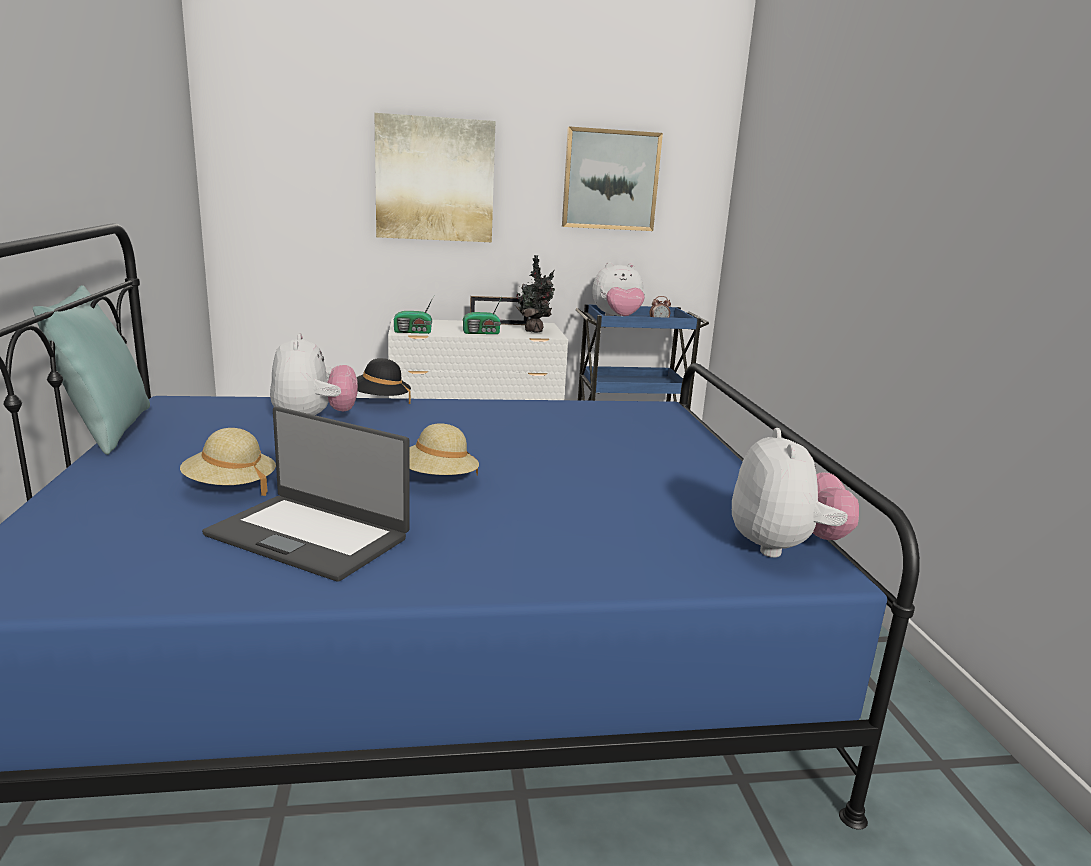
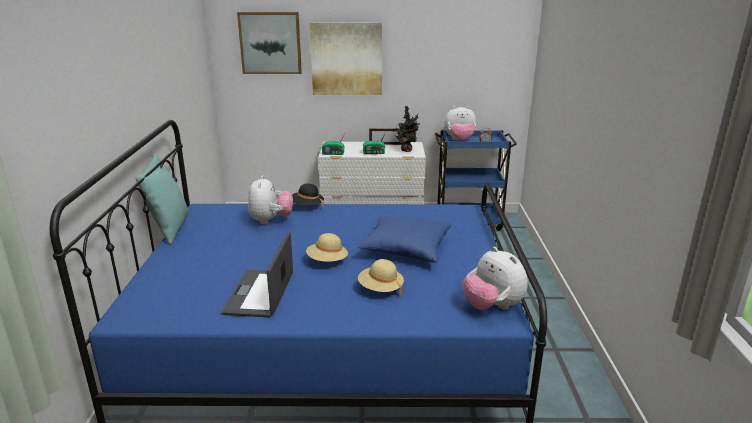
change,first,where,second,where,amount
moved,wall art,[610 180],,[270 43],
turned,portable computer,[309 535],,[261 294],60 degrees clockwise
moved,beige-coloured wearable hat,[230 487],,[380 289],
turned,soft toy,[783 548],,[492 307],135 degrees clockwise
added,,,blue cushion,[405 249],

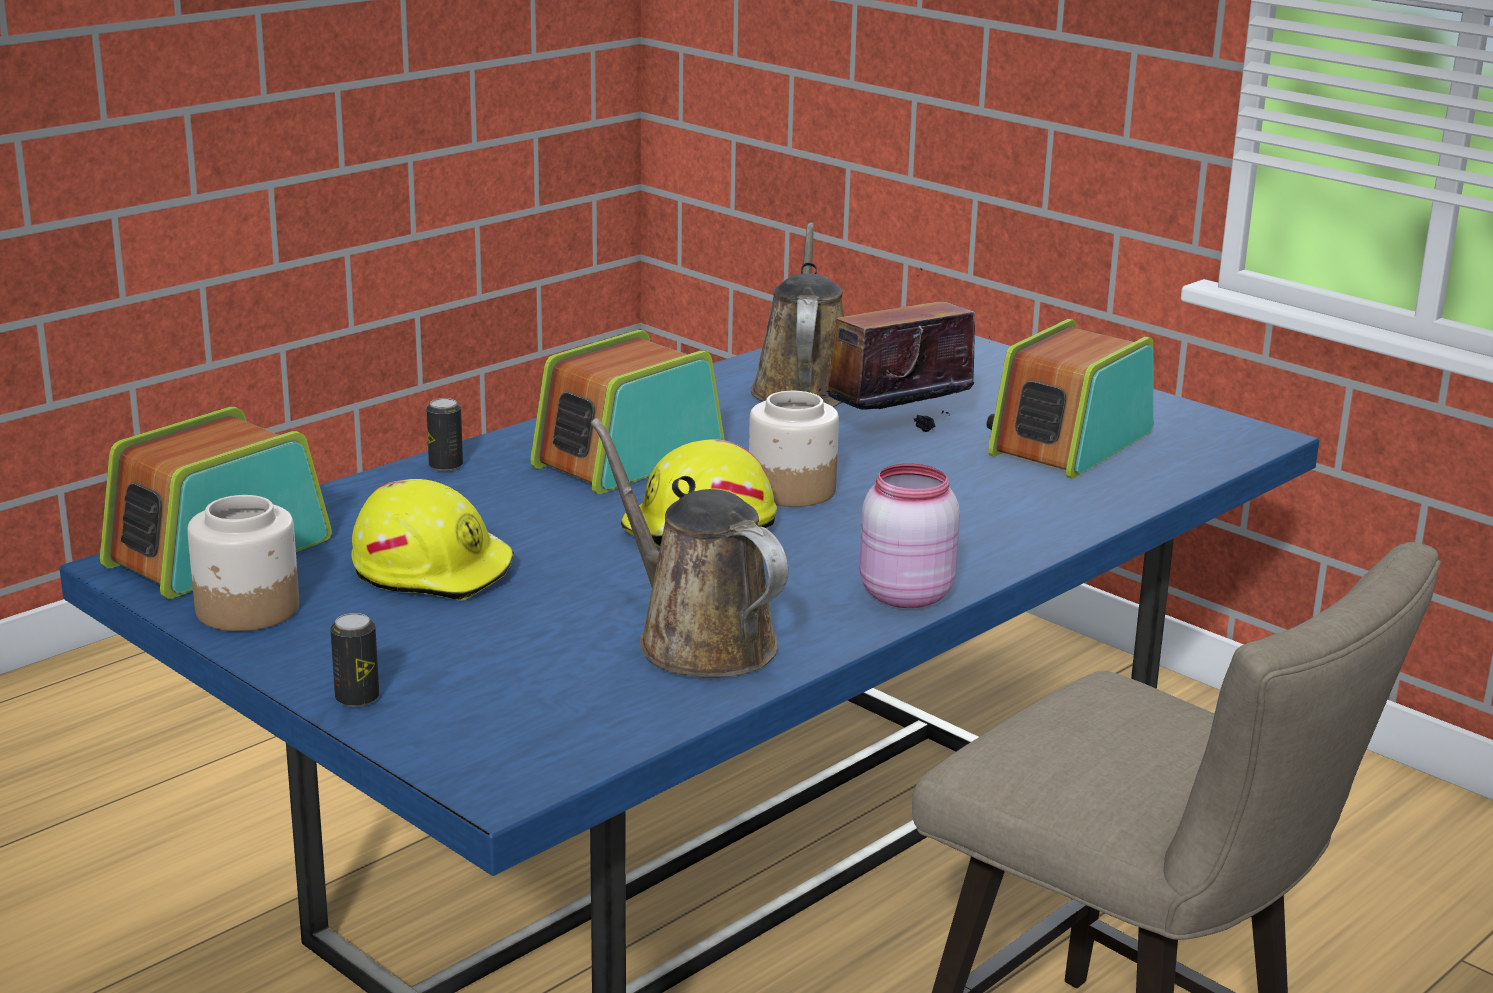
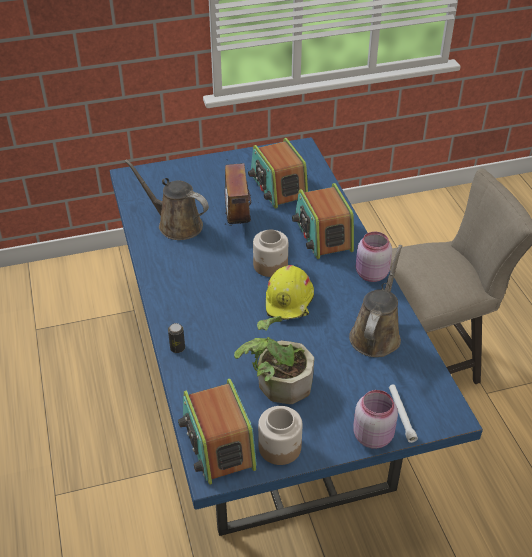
change,first,where,second,where,amount
moved,radio,[627 458],,[322 235],
turned,brownish sprinkling can,[697 640],,[376 334],120 degrees clockwise
replaced,yellow-coloured safety helmet,[433 569],potted plant,[277 382],
replaced,can,[357 698],pinkish preserve jar,[373 435],
added,,,white hand torch,[401 415],

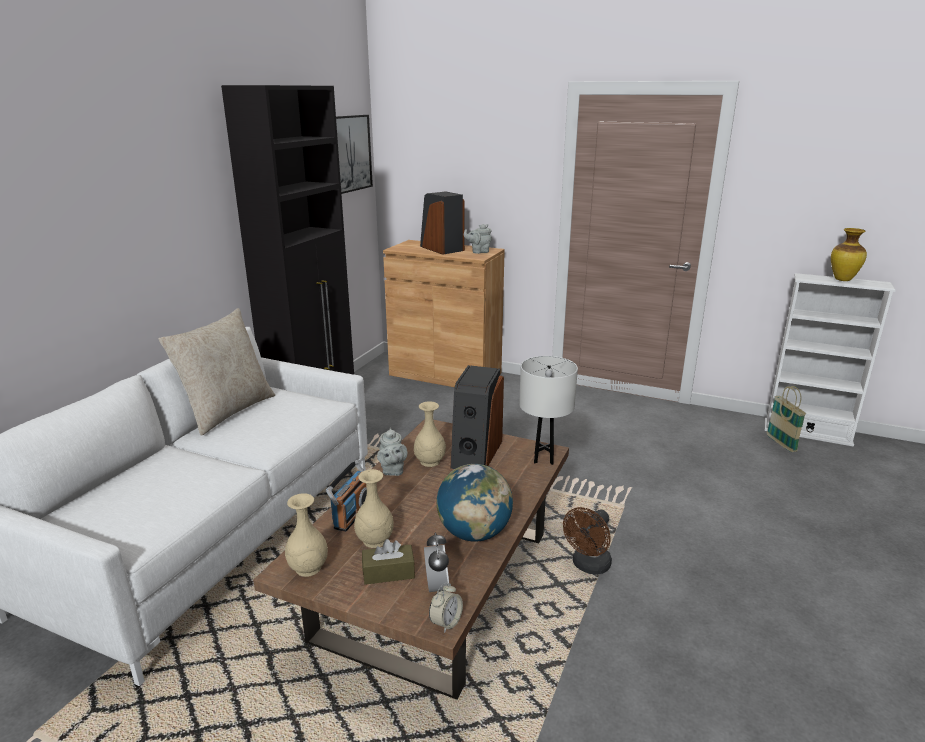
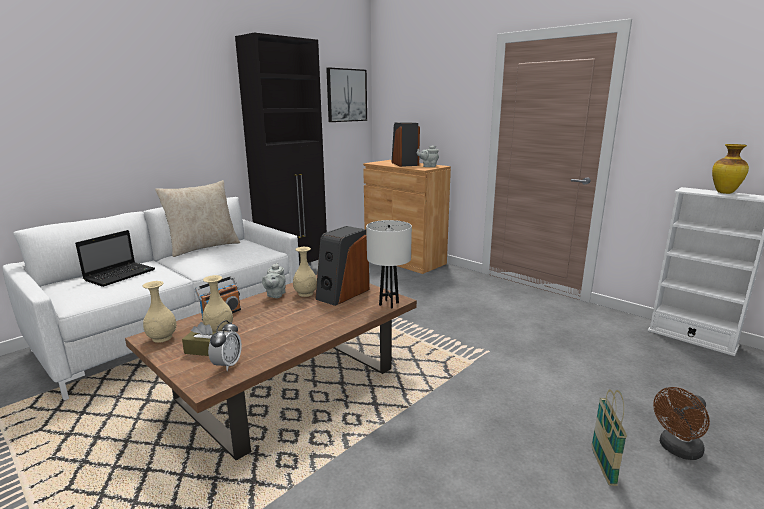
change,first,where,second,where,amount
moved,storage basket,[781 443],,[603 466],
removed,globe,[474 533],,,
moved,brownish electric fan,[588 566],,[677 450],
removed,table clock,[446 622],,,
added,,,portable computer,[121 274],

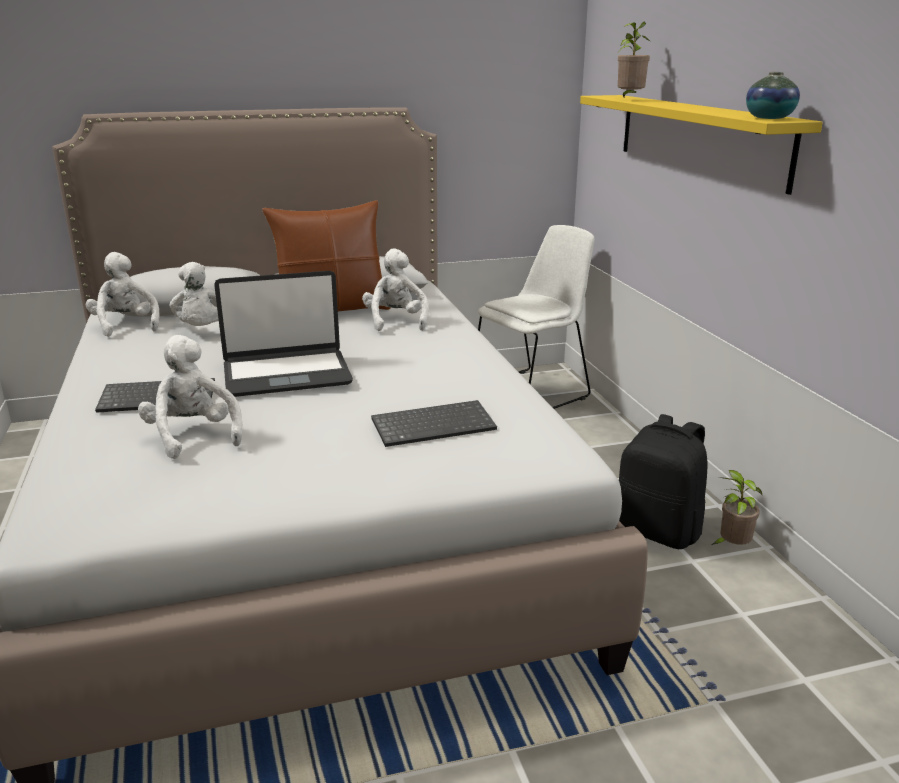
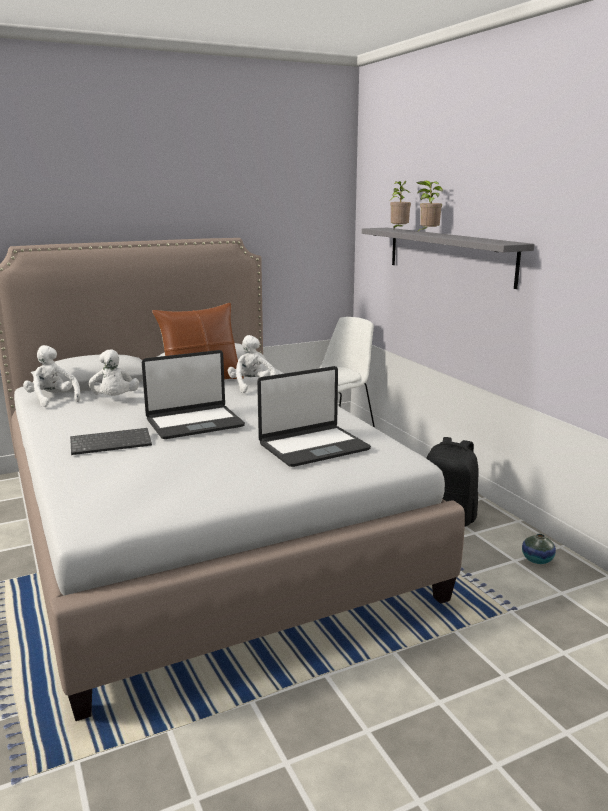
change,first,where,second,where,amount
moved,decorative vase,[769 118],,[537 560],
recoloured,yellow-coloured wall shelf,[698 137],gray wall shelf,[448 255],
removed,white soft toy,[193 436],,,
replaced,computer keyboard,[434 425],portable computer,[313 447],
moved,potted plant,[731 546],,[427 233],

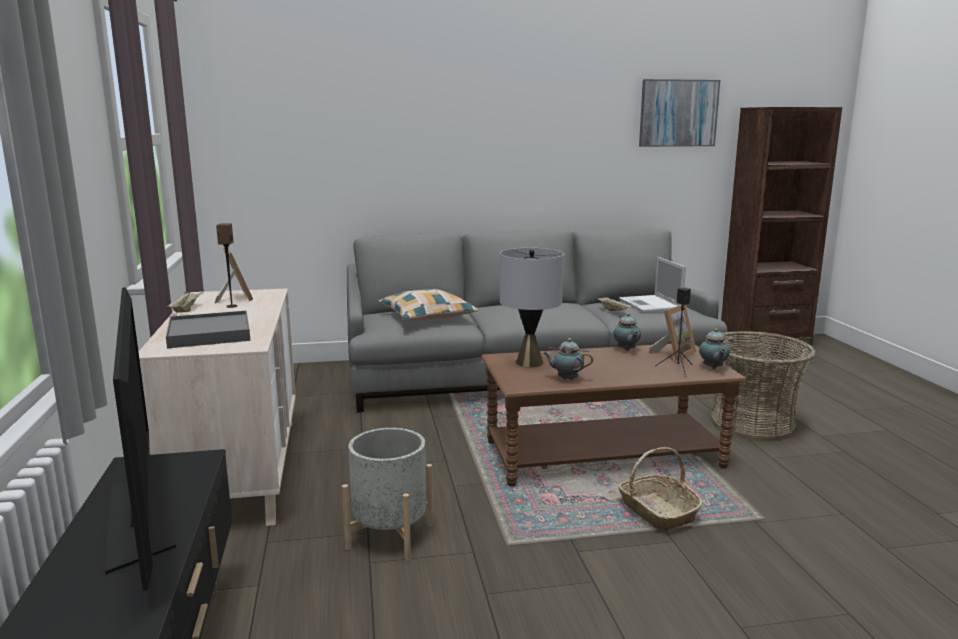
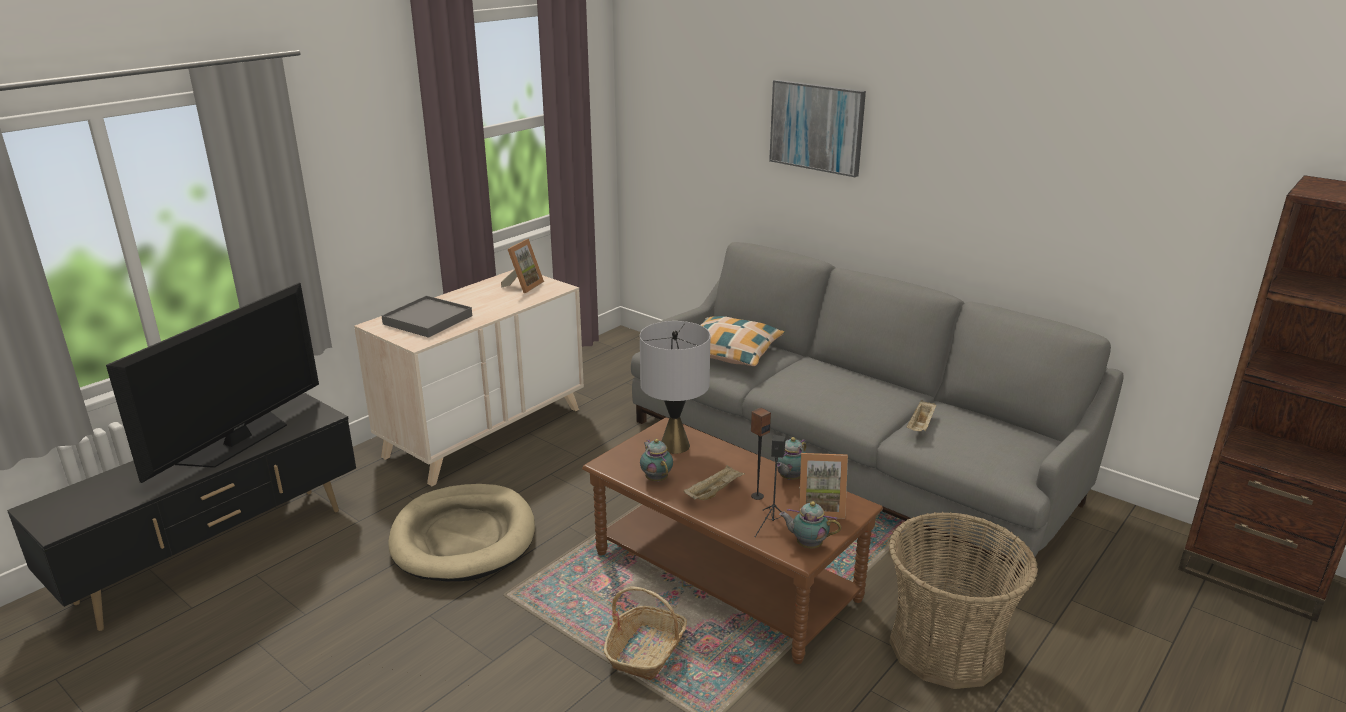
change,first,where,second,where,amount
moved,wall art,[678 113],,[817 127],
moved,speaker,[231 306],,[757 496],
removed,portable computer,[651 304],,,
moved,beige-coloured carrying tray,[186 310],,[714 492],
turned,teapot,[713 368],,[807 545],60 degrees clockwise
replaced,gray planter,[390 536],beige-coloured pet bed,[464 537],

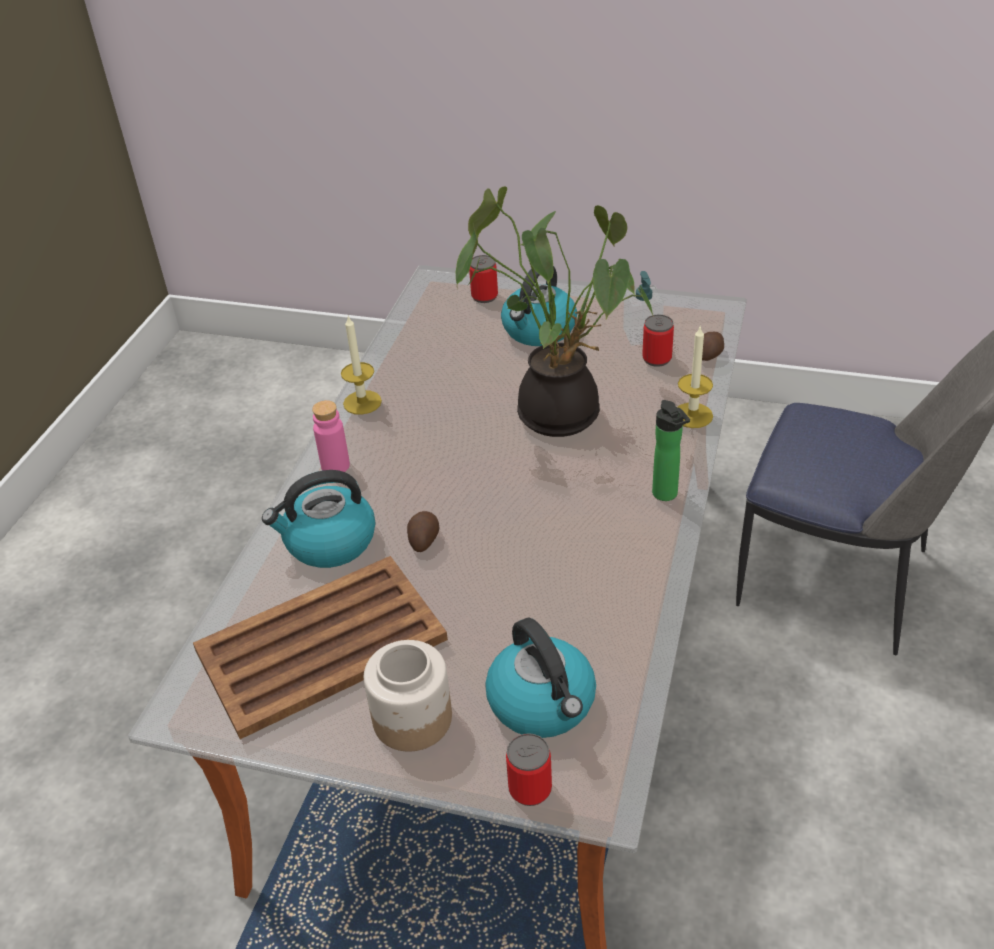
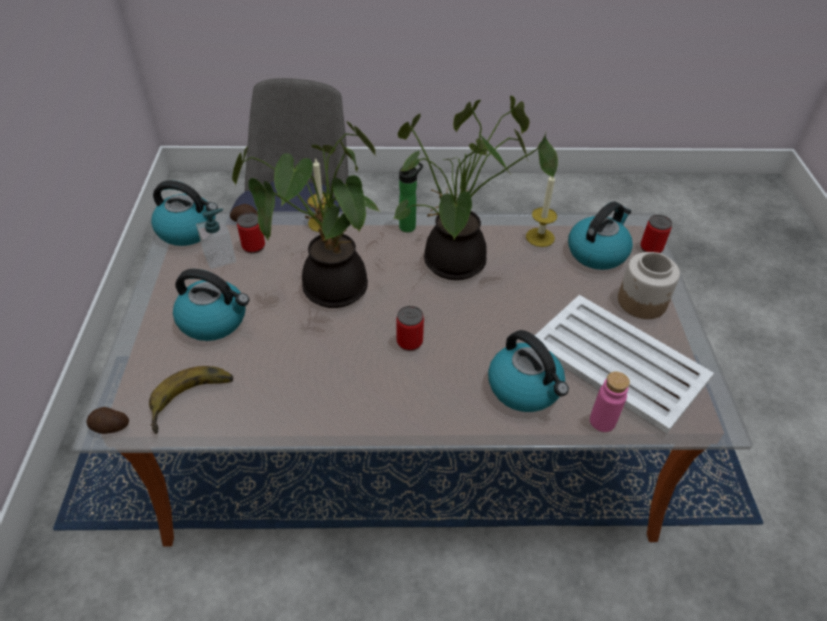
change,first,where,second,where,amount
moved,can,[484 296],,[409 342],
moved,wax candle,[362 402],,[540 237],
moved,pinkish beverage bottle,[335 466],,[602 421],
moved,whole potato,[423 540],,[110 427],
recoloured,brownish carrying tray,[318 646],white carrying tray,[619 362],
added,,,potted plant,[456 266],
added,,,kettle,[188 230],
added,,,banana,[194 402],

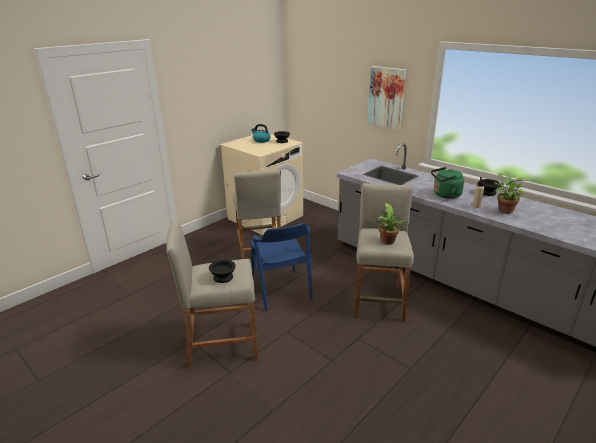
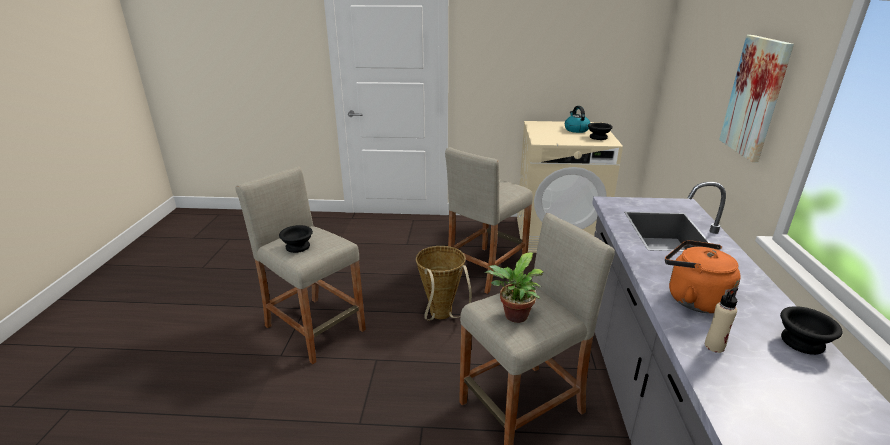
change,first,where,second,where,amount
recoloured,greenish kettle,[445 195],orangey kettle,[692 299],
removed,potted plant,[503 210],,,
replaced,blue chair,[280 290],storage basket,[441 317],

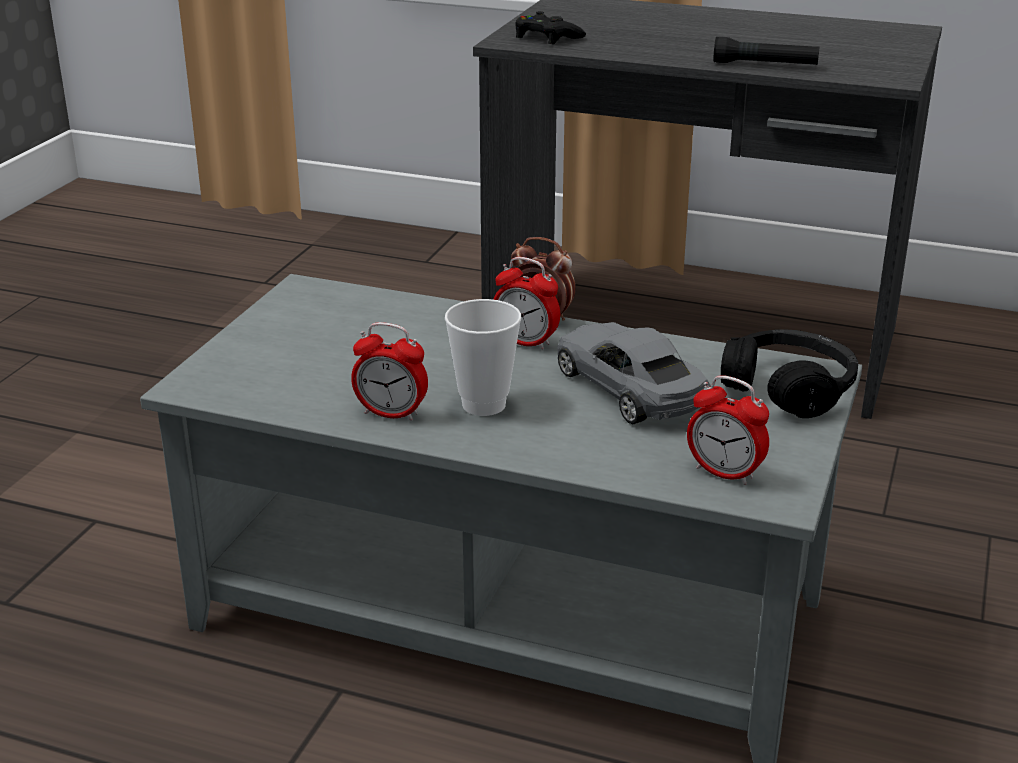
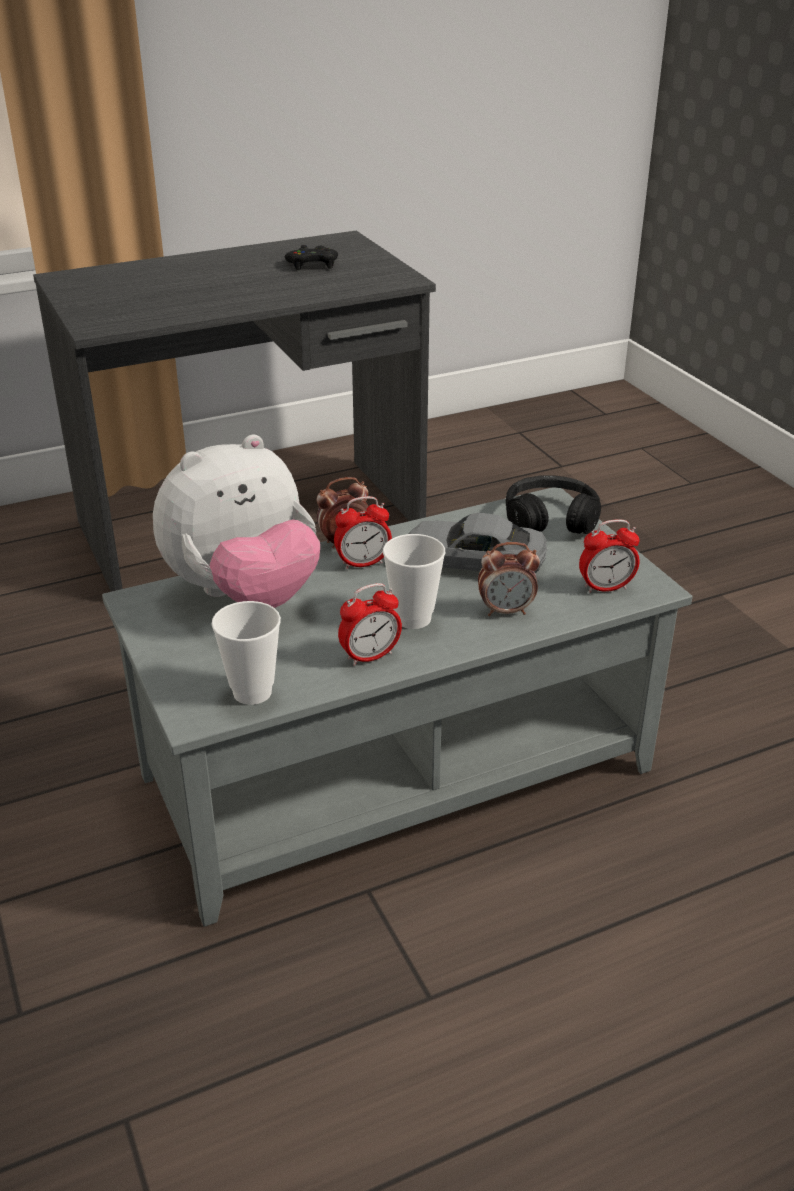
change,first,where,second,where,amount
moved,black-coloured game controller,[546 37],,[312 265],
removed,black-coloured hand torch,[765 65],,,
added,,,soft toy,[244 595],
added,,,table clock,[506 611],
added,,,small cup,[252 692],

